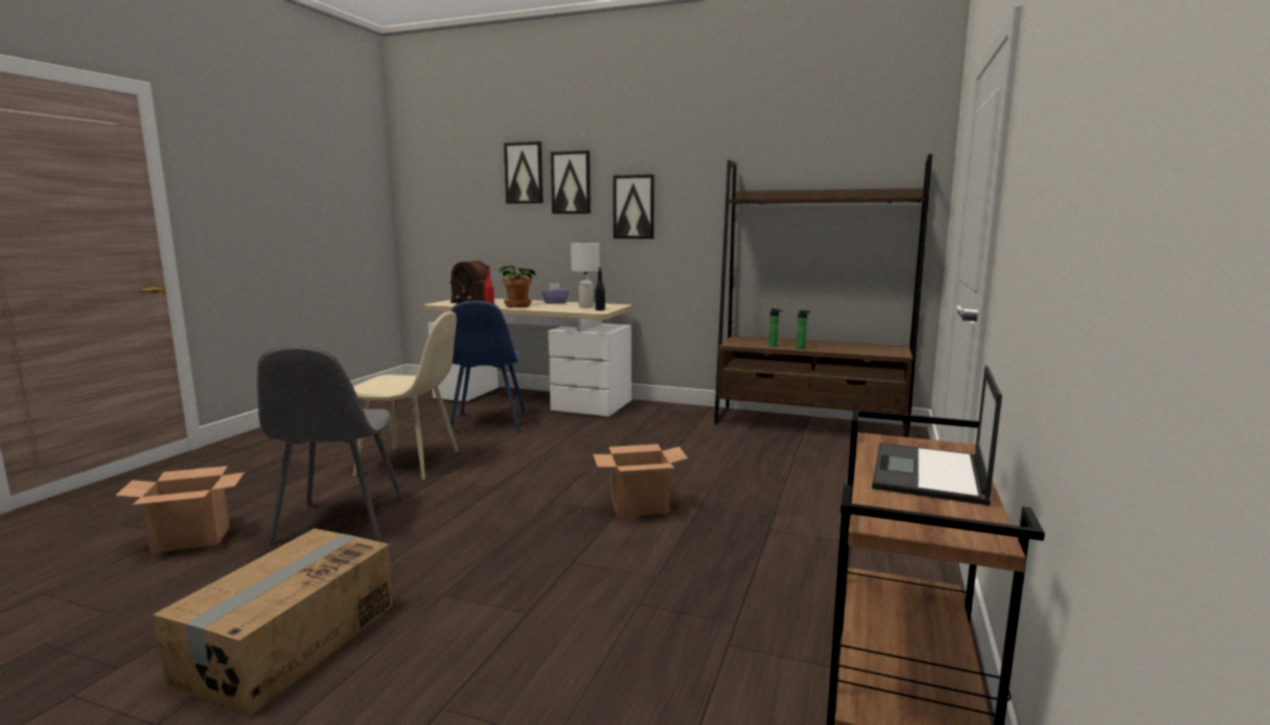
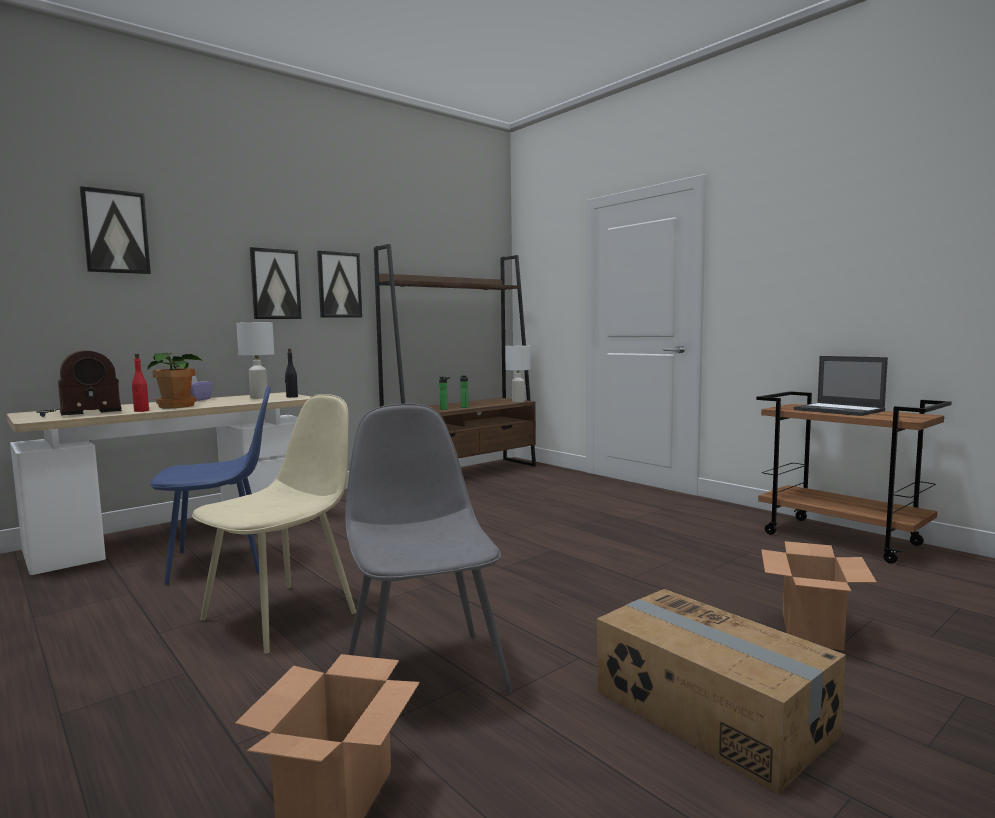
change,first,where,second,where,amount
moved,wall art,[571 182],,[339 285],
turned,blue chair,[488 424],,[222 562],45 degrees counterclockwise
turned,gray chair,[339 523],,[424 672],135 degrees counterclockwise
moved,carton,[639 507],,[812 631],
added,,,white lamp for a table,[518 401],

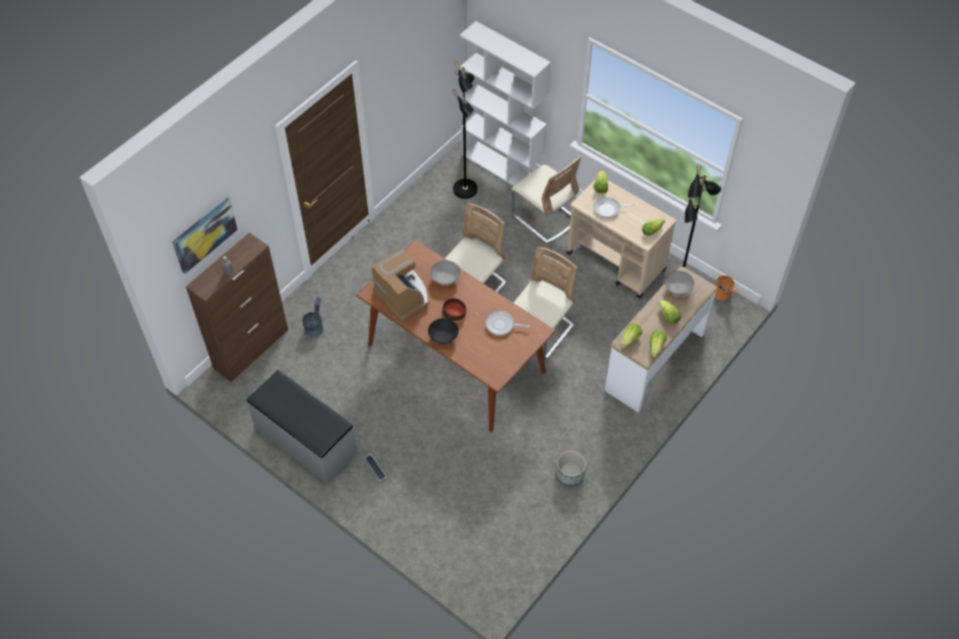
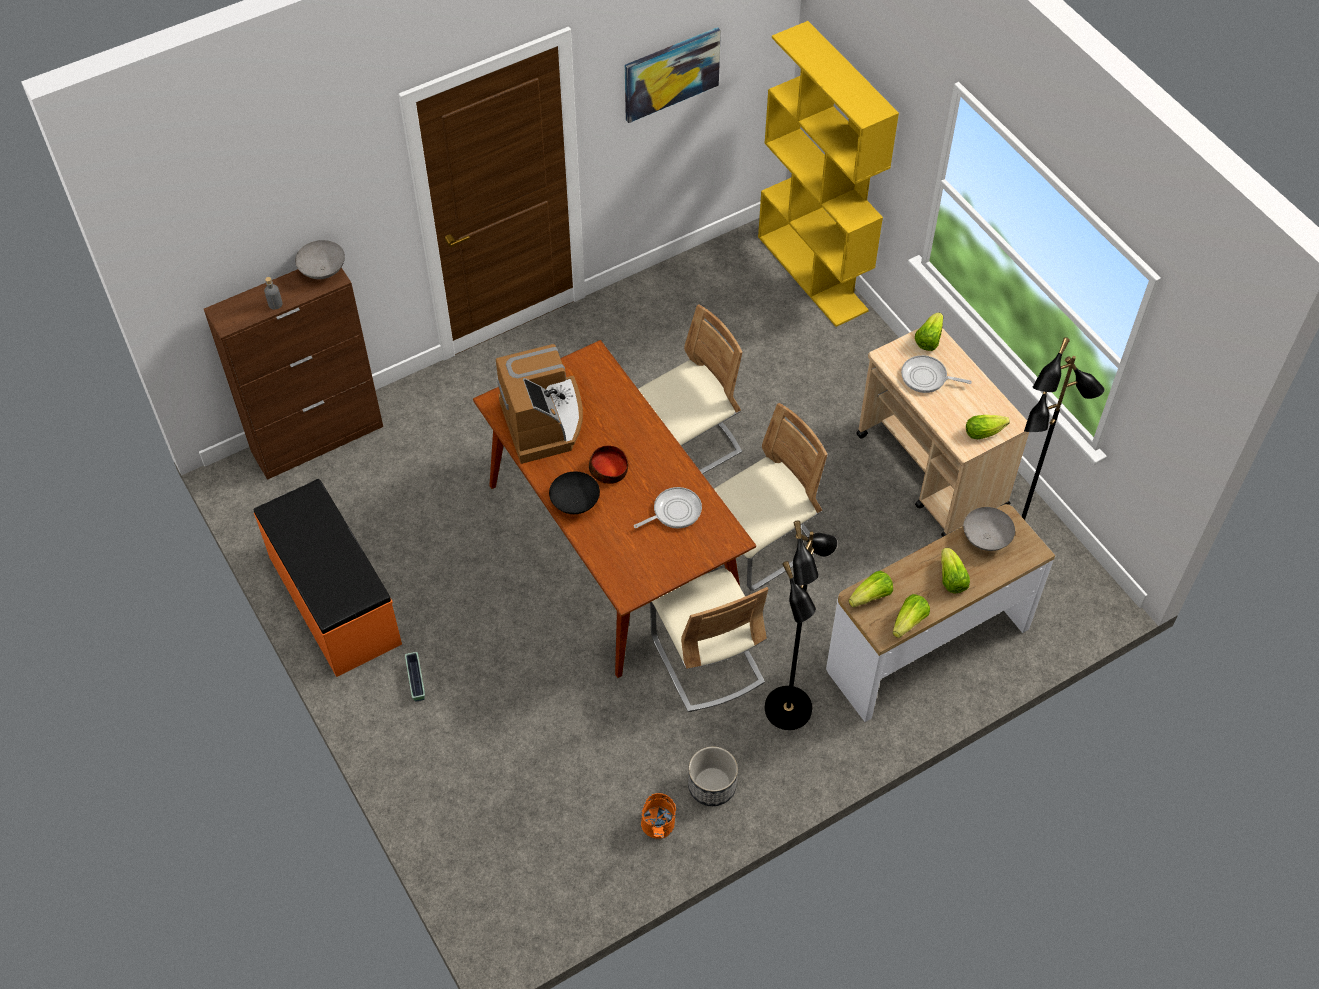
change,first,where,second,where,amount
recoloured,white bookshelf,[502 167],yellow-coloured bookshelf,[813 273],
moved,black-coloured standard lamp,[466 189],,[789 709],
moved,beige-coloured chair,[544 218],,[707 660],
moved,wall art,[204 234],,[671 73],
moved,gray deep dish,[445 278],,[322 270],
moved,orangey pail,[723 296],,[658 829],
removed,gray pail,[315 327],,,
turned,skillet,[501 325],,[674 511],120 degrees clockwise
recoloured,gray indoor bench,[305 440],orangey indoor bench,[333 601],

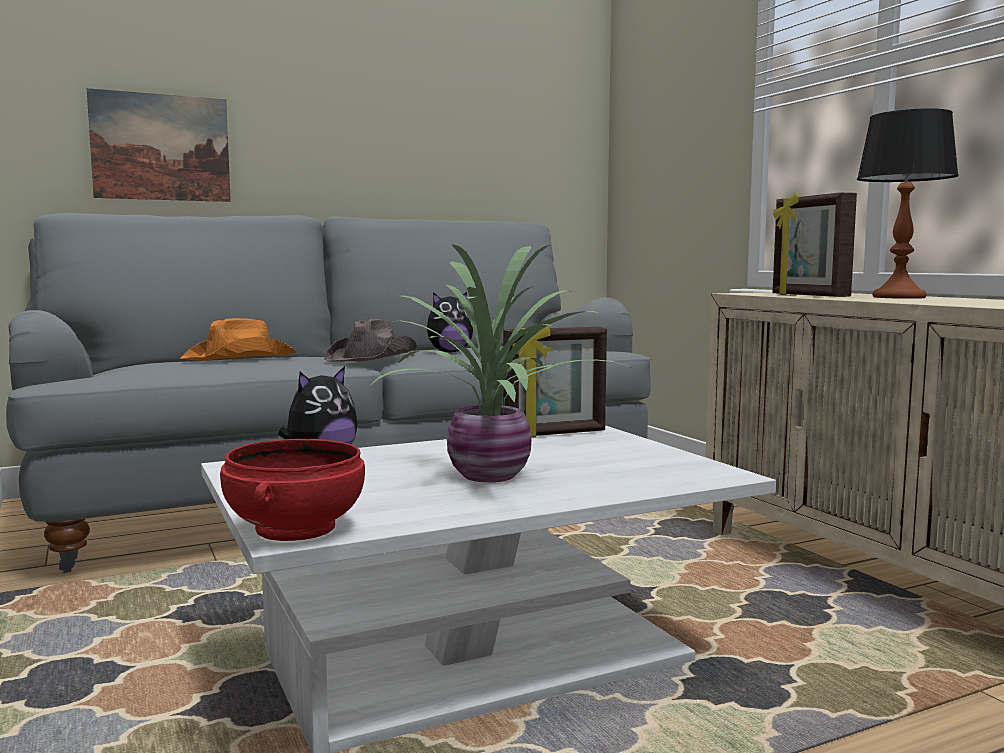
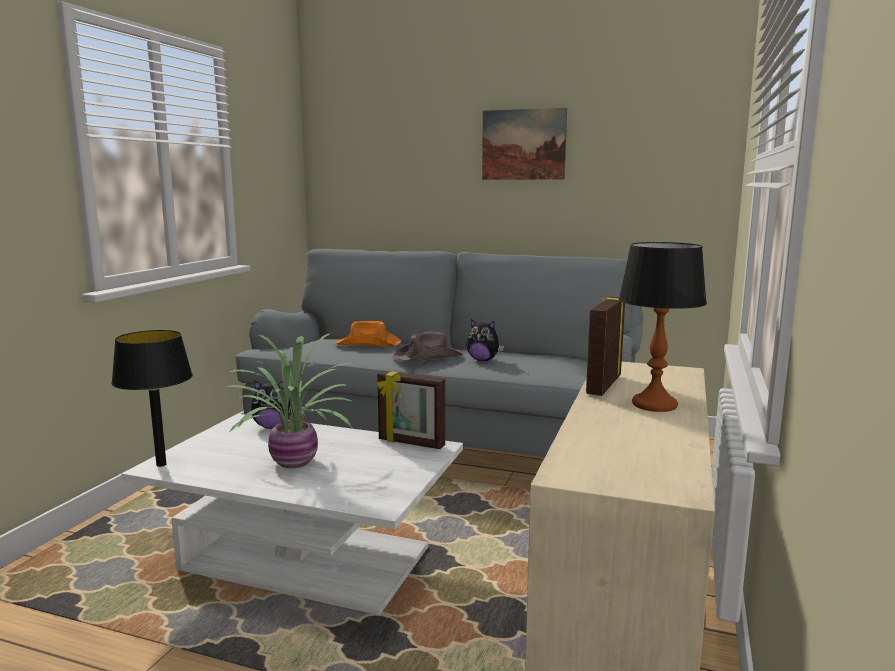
change,first,where,second,where,amount
moved,wall art,[161 147],,[523 144],
replaced,red-coloured deep dish,[294 528],black-coloured lamp for a table,[161 464],

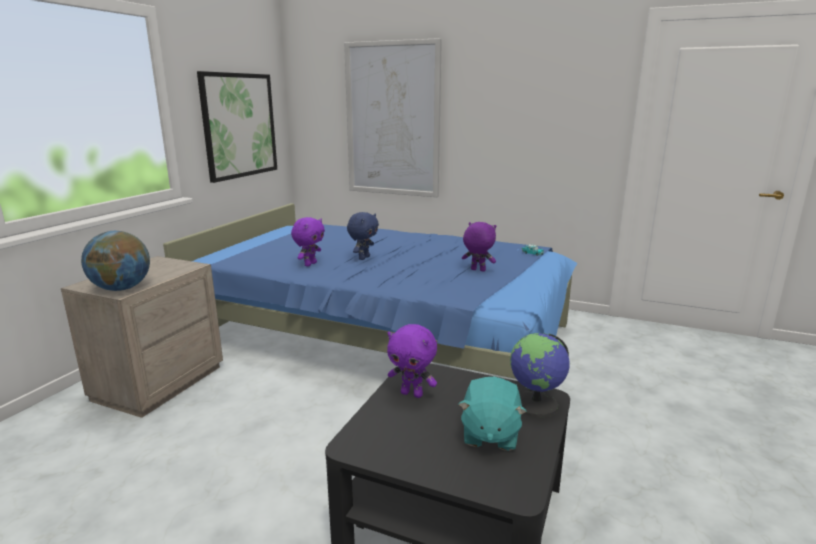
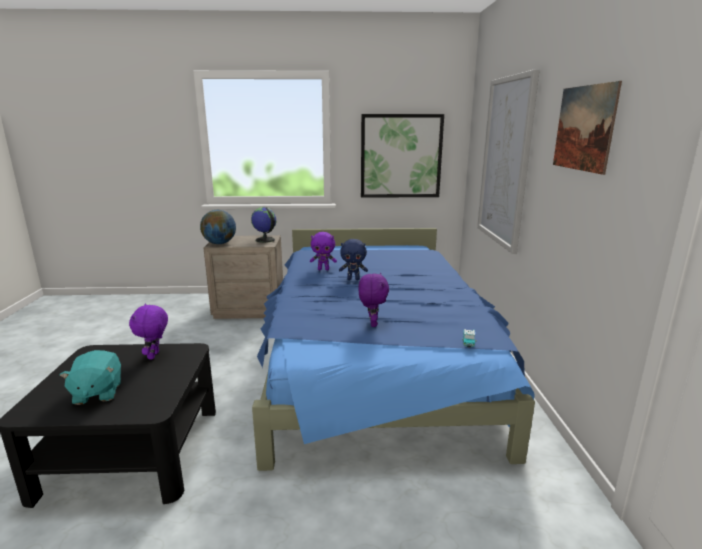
change,first,where,second,where,amount
moved,globe,[536 404],,[264 240],
turned,turquoise-coloured soft toy,[489 434],,[97 393],90 degrees counterclockwise
added,,,wall art,[584 128],

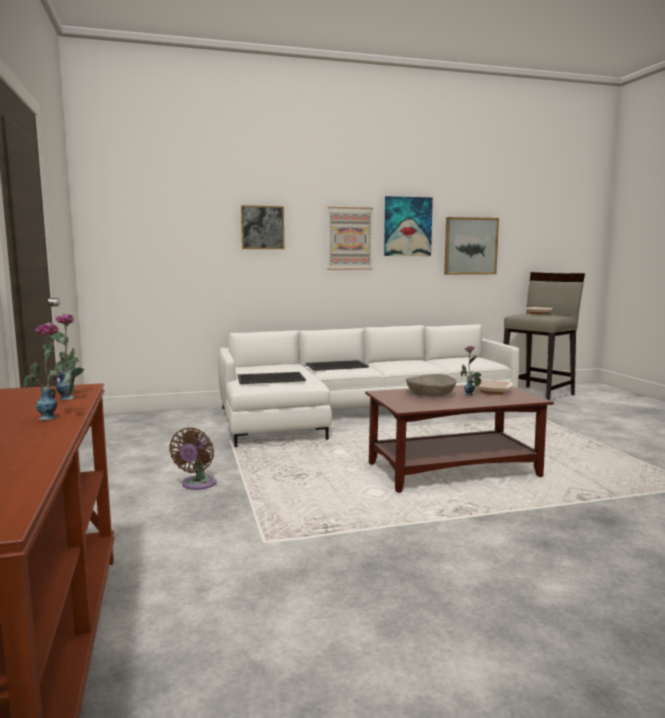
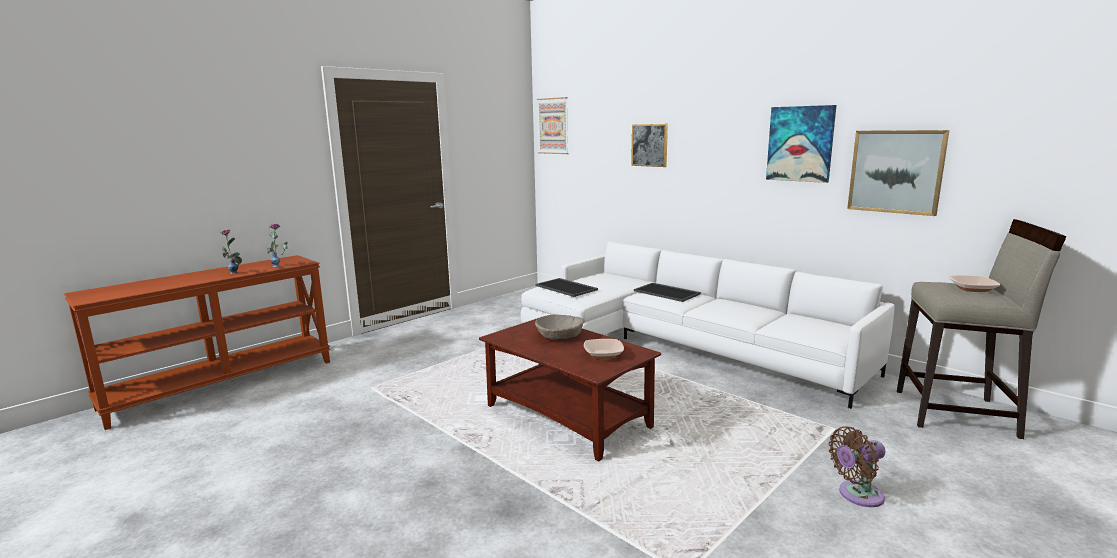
change,first,where,second,where,amount
moved,wall art,[349 238],,[553 126],
removed,decorative vase,[470 396],,,
moved,brownish electric fan,[197 485],,[857 495],

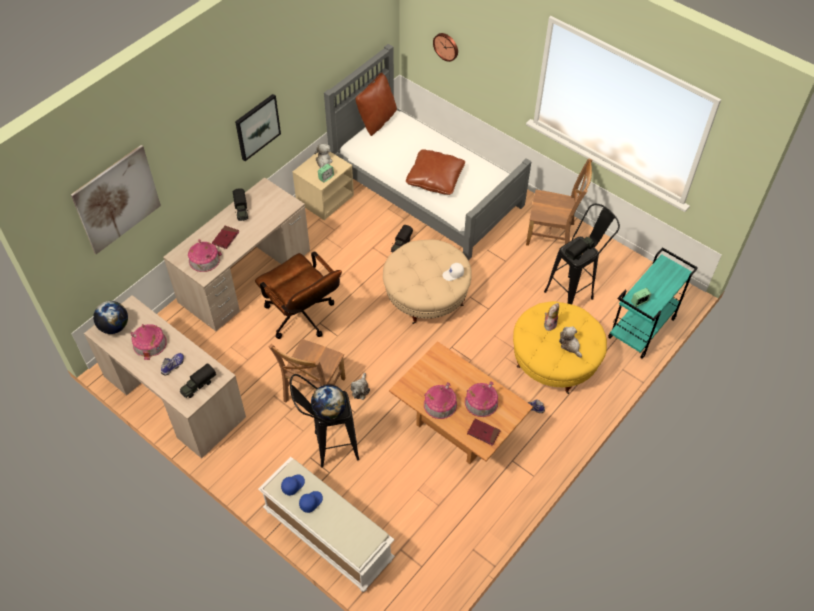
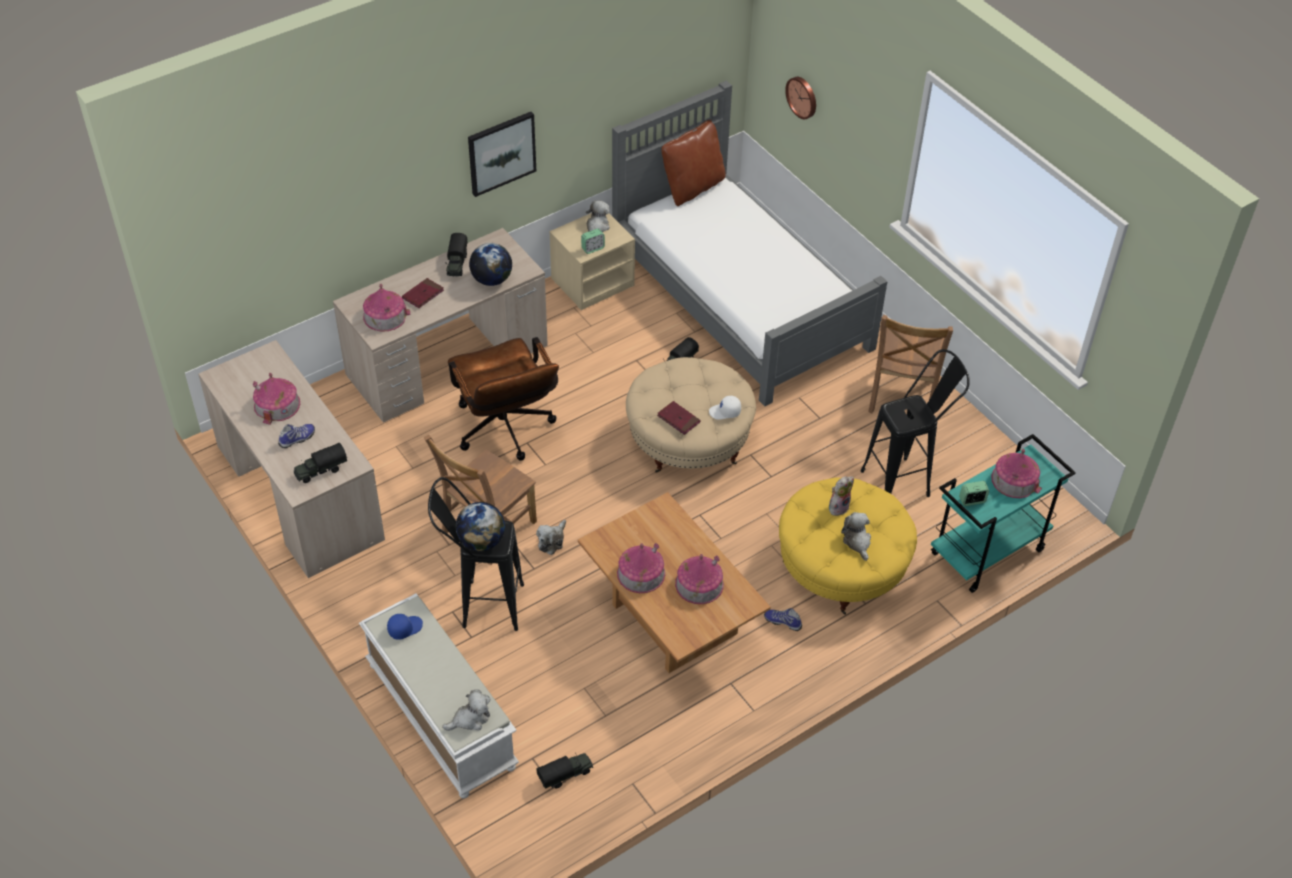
change,first,where,second,where,amount
removed,wall art,[117 199],,,
removed,brownish cushion,[435 179],,,
turned,brownish chair,[552 235],,[902 397],75 degrees clockwise
moved,toy truck,[579 251],,[565 775],
moved,globe,[114 326],,[491 279],
moved,red-coloured bound book,[483 432],,[678 419],
removed,blue cap,[310 502],,,
added,,,model house,[1014 480],
added,,,soft toy,[470 718],

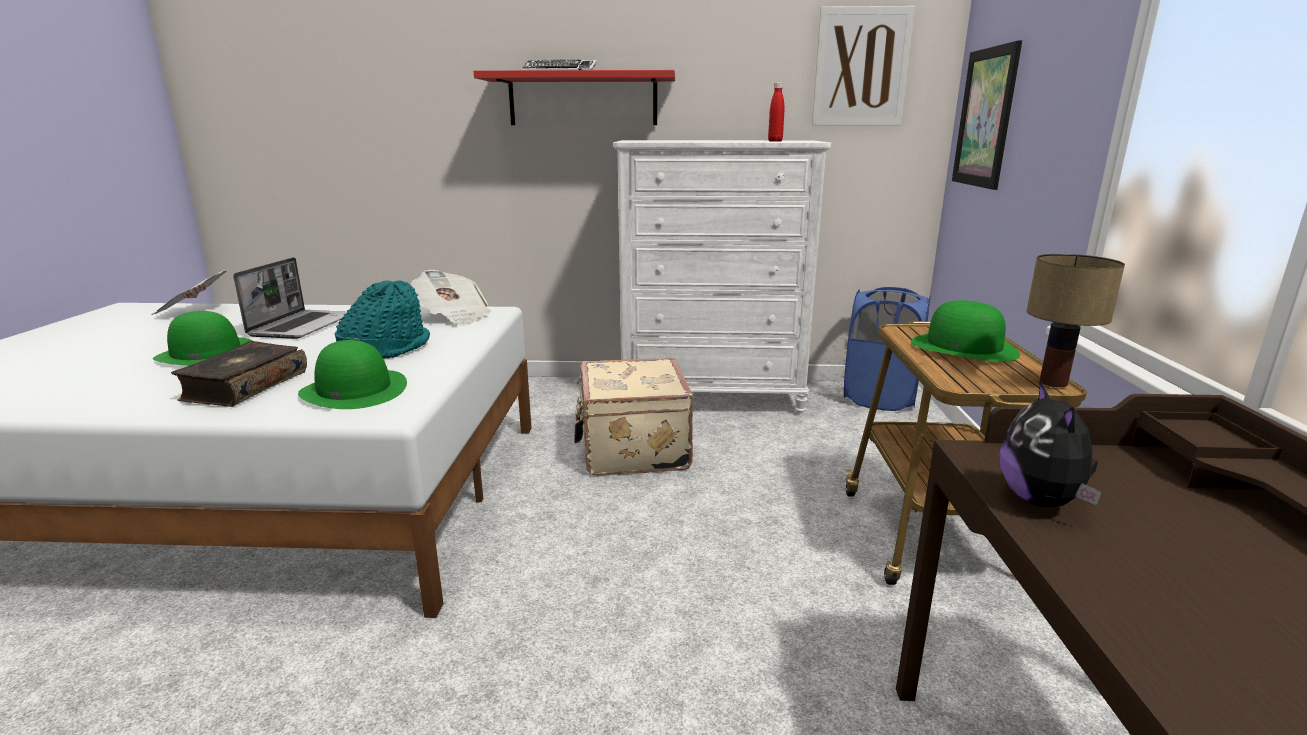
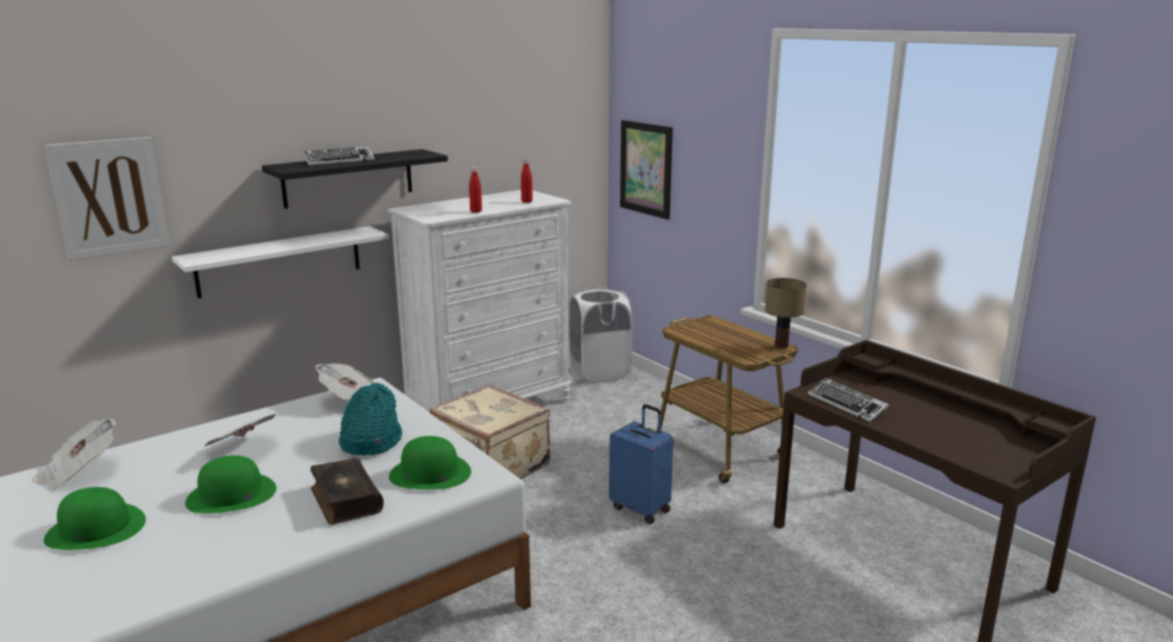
change,first,where,second,where,amount
moved,wall art,[861 67],,[109 197],
recoloured,red-coloured wall shelf,[583 100],black-coloured wall shelf,[348 178],
replaced,portable computer,[302 326],printed paper,[242 448],
recoloured,blue washing basket,[880 398],white washing basket,[599 372],
moved,greenish wearable hat,[964 347],,[96 529],
replaced,soft toy,[1042 501],computer keyboard,[846 404],
added,,,red-coloured beverage bottle,[476 211],
added,,,white wall shelf,[280 261],
added,,,blue travel case,[641 508],

